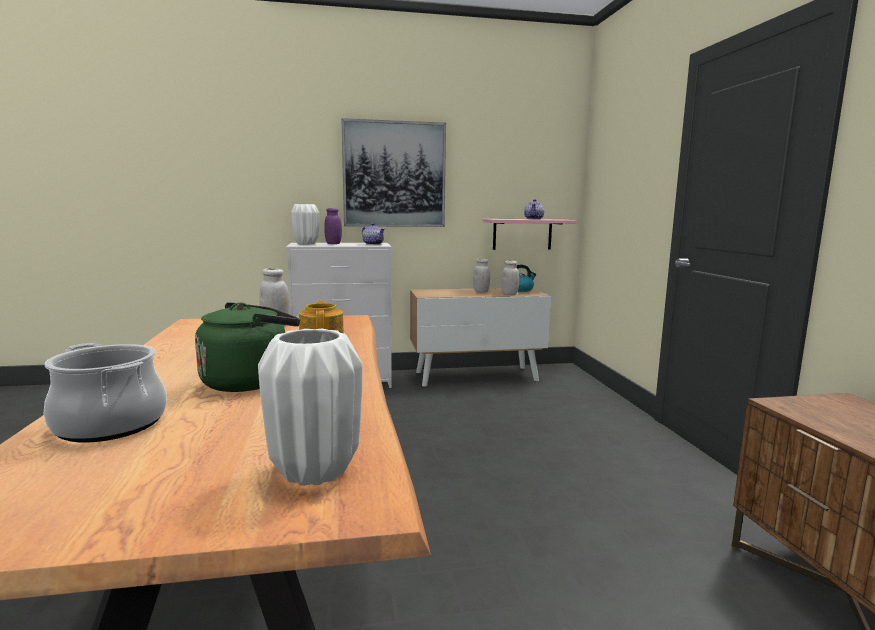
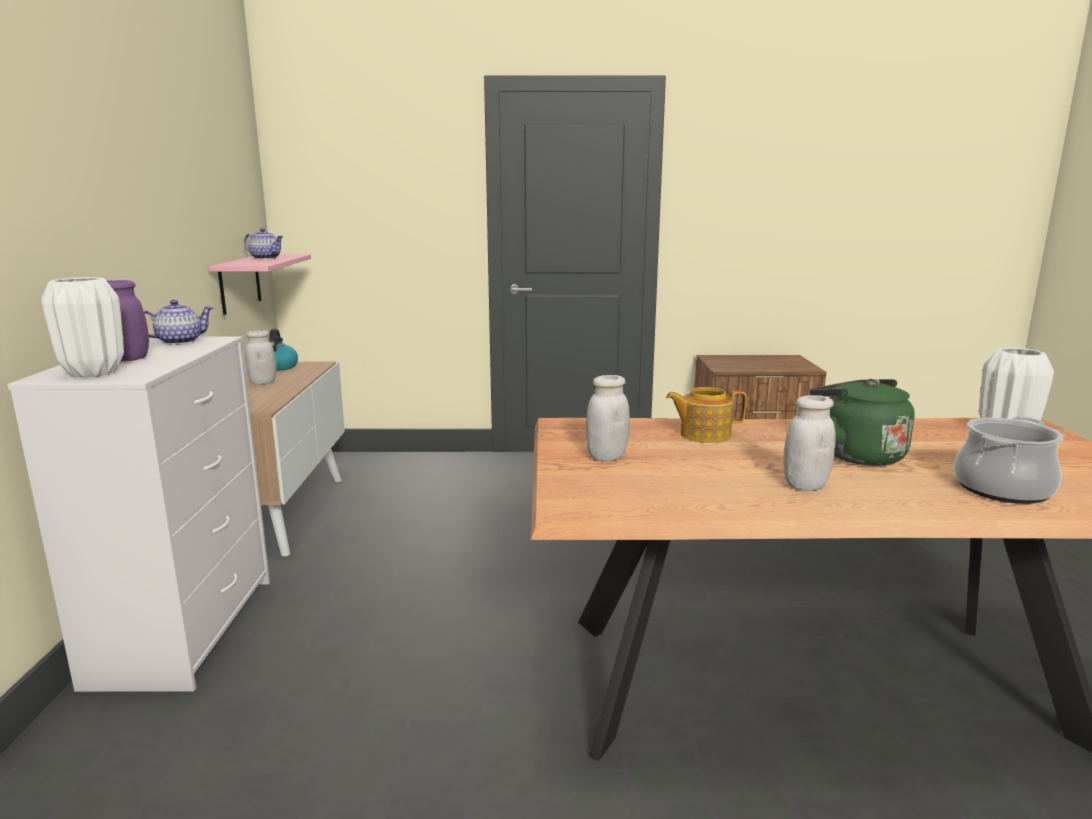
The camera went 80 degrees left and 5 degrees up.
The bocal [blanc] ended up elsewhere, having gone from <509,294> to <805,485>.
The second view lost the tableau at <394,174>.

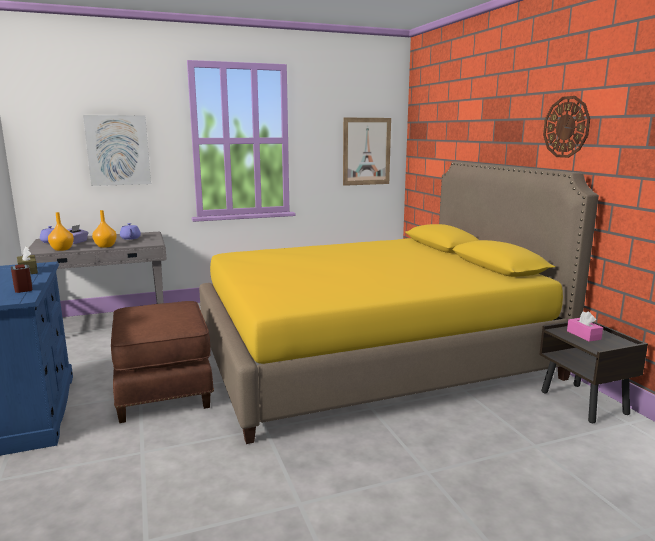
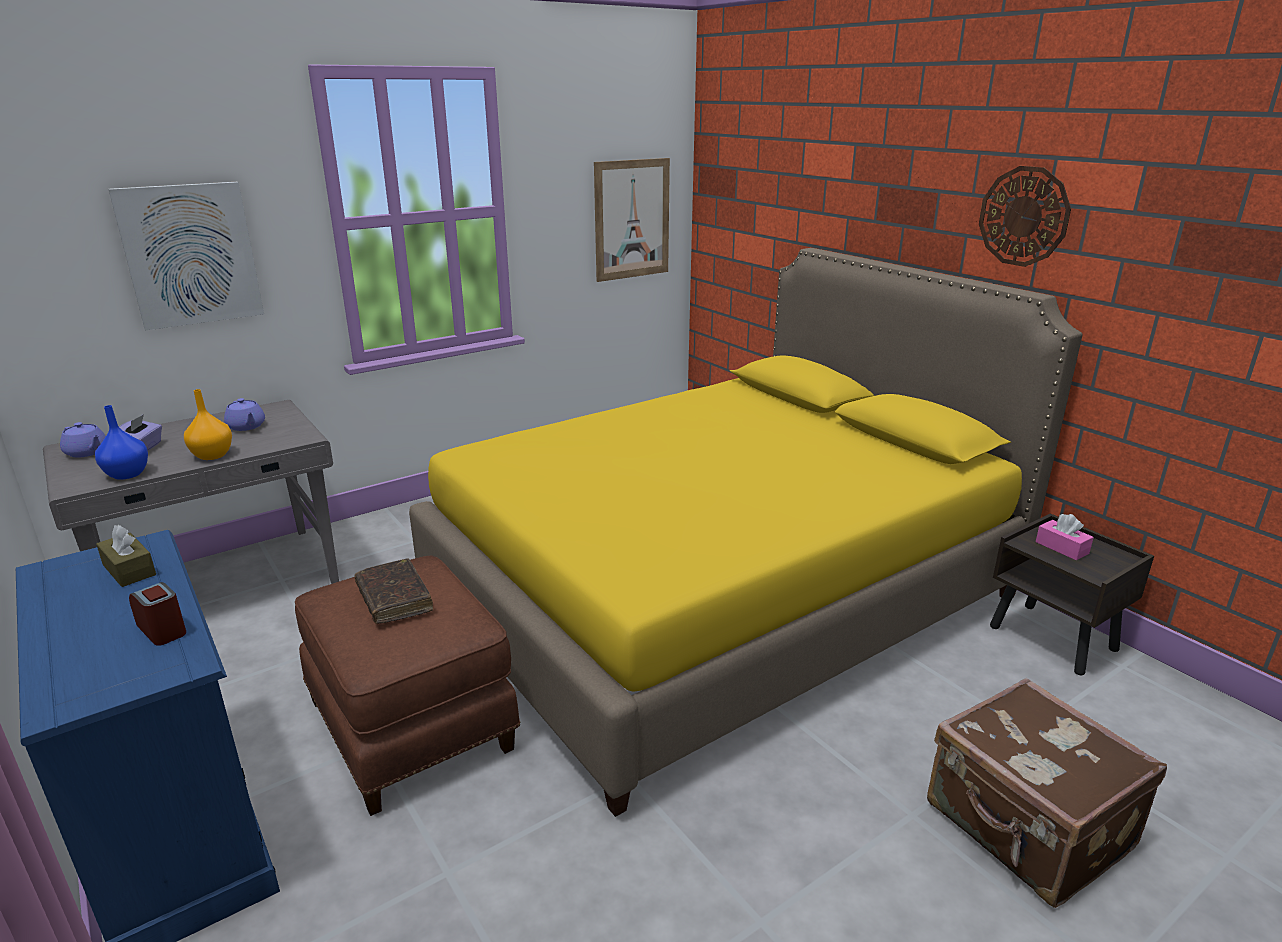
The camera went 15 degrees left and 10 degrees up.
What was the vase [orange] at <62,249> turned into the vase [bleu] at <128,474>.
The second view gained the livre [marron] at <394,599>.
The second view gained the valise [marron] at <1026,828>.

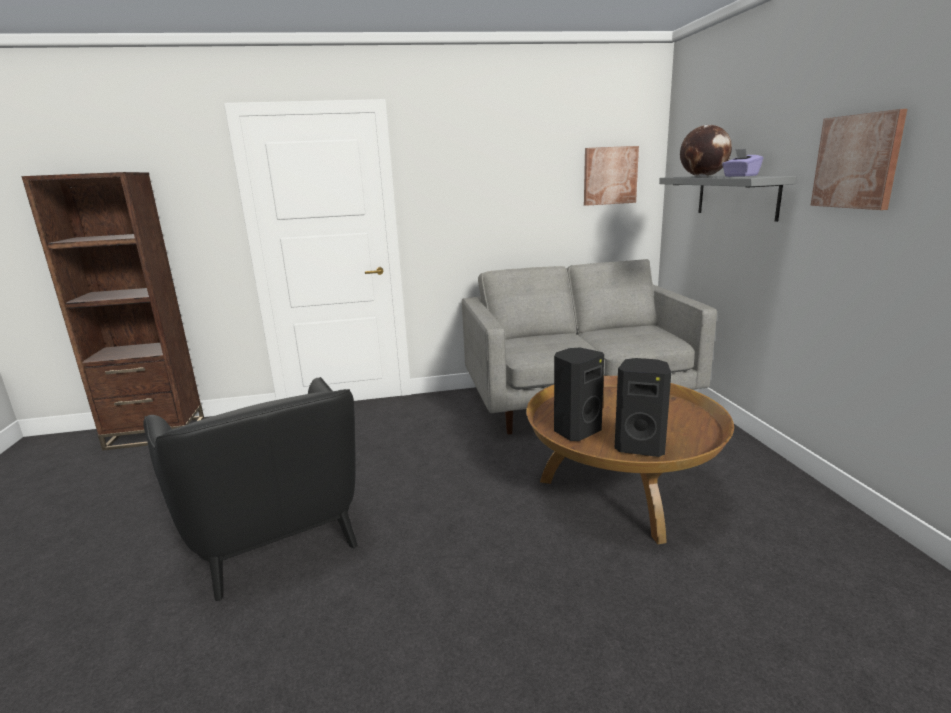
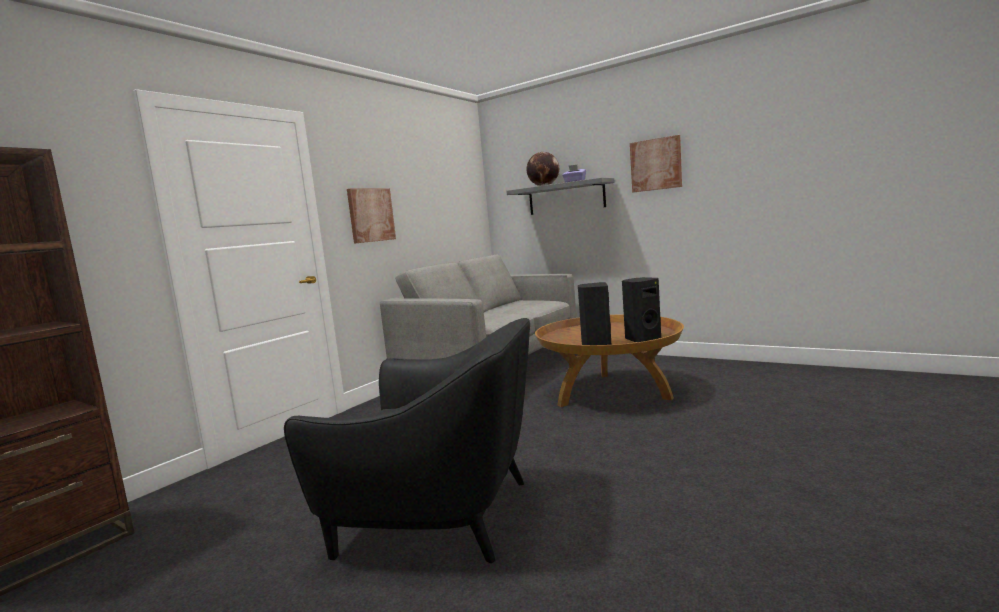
The camera went 45 degrees left and 10 degrees down.
The tableau ended up elsewhere, having gone from <610,175> to <370,215>.

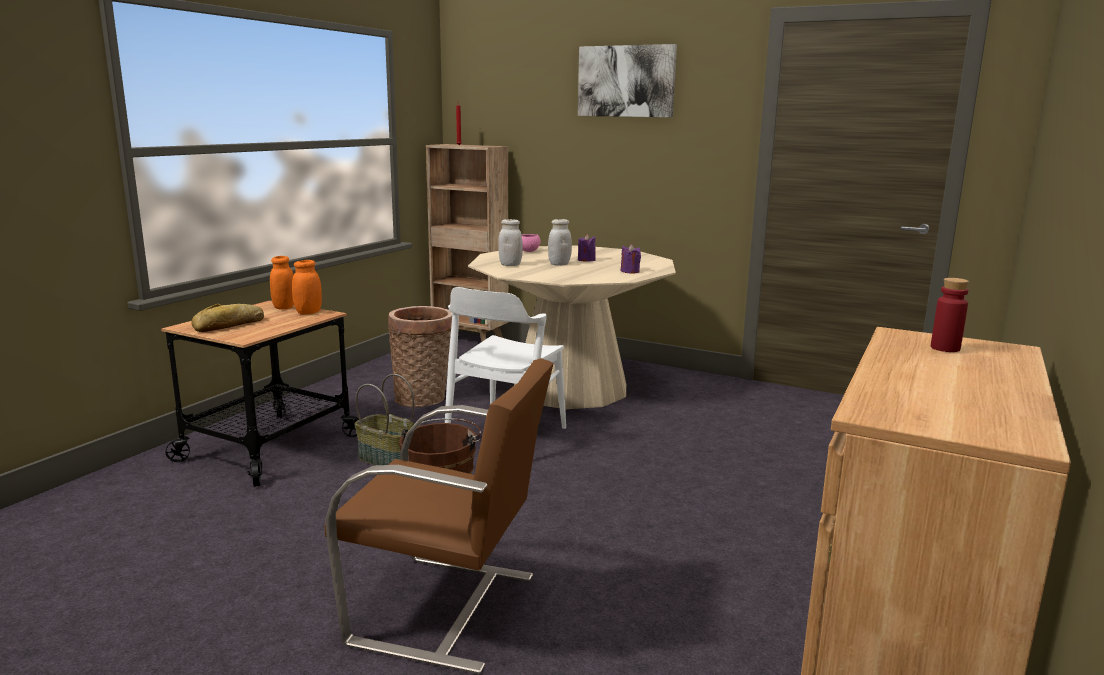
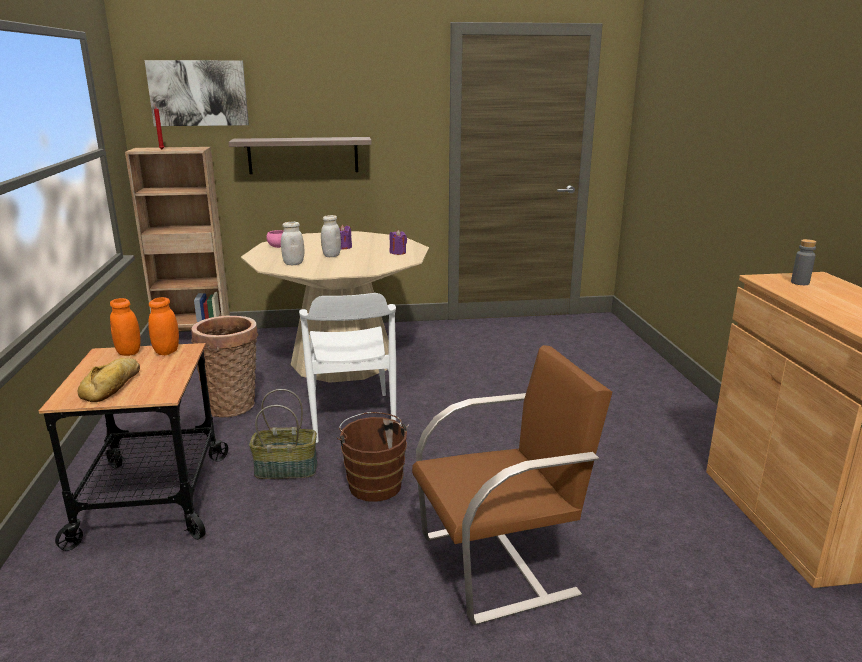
The camera went 35 degrees left and 5 degrees up.
The tableau ended up elsewhere, having gone from <626,81> to <198,93>.
The second view gained the étagère at <303,155>.
What was the bouteille [rouge] at <945,348> turned into the bouteille [gris] at <800,283>.

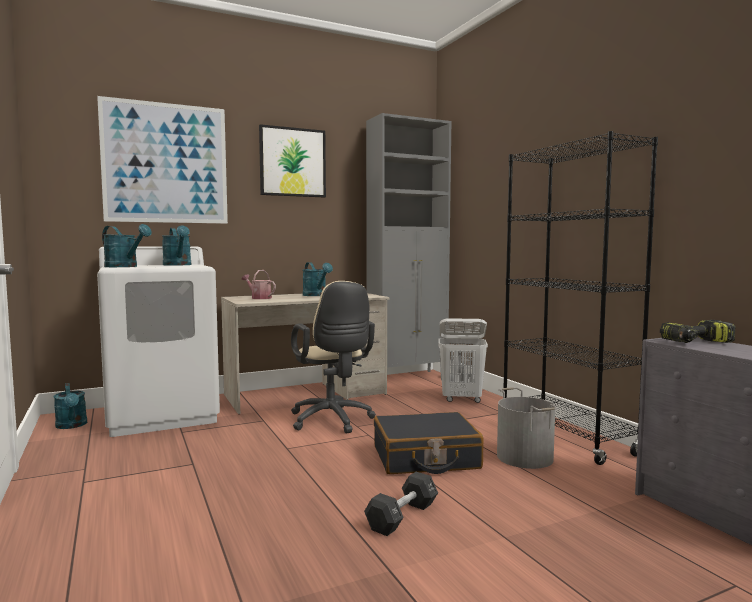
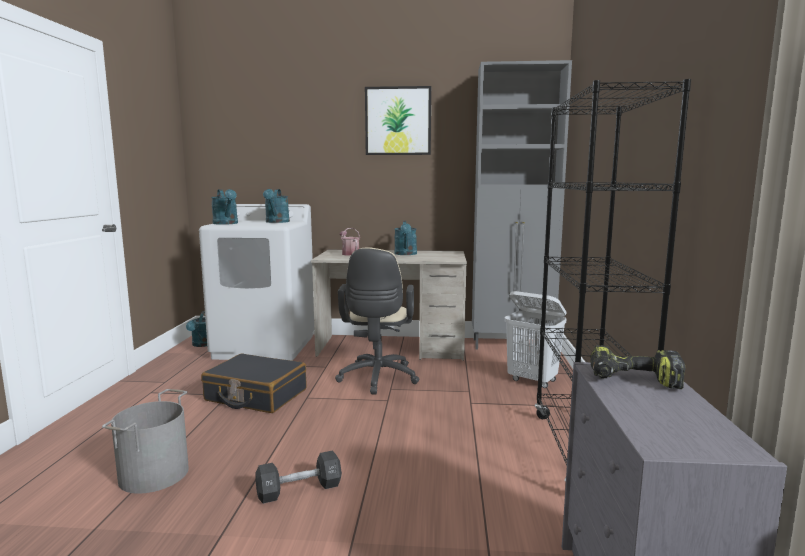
The camera went 30 degrees right and 5 degrees up.
The seau [gris] ended up elsewhere, having gone from <525,457> to <155,474>.
The valise [noir] ended up elsewhere, having gone from <425,458> to <256,395>.
The second view lost the tableau at <166,163>.

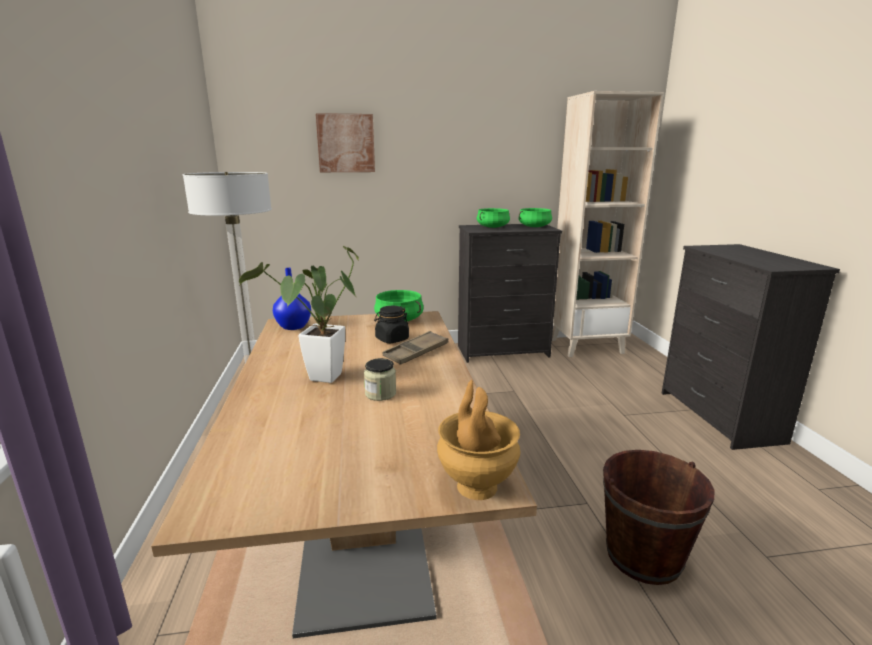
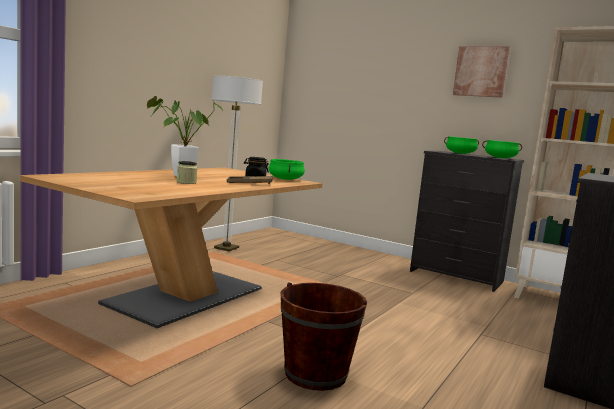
The camera went 40 degrees right and 10 degrees down.
The tableau ended up elsewhere, having gone from <346,143> to <481,71>.
The second view lost the vase [bleu] at <294,326>.
The second view lost the vase [marron] at <476,486>.

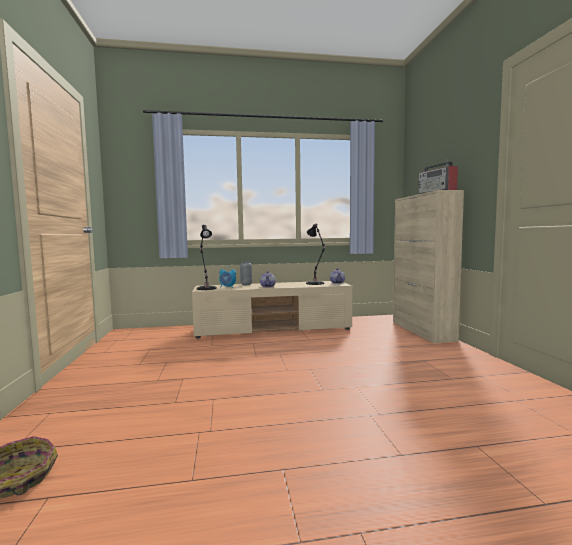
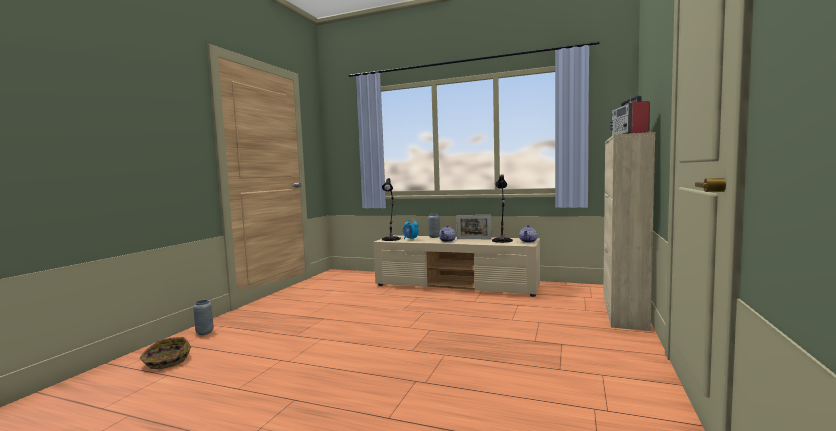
The camera went 30 degrees right and 0 degrees up.
The second view gained the vase [gris] at <204,332>.
The second view gained the cadre photo at <474,239>.

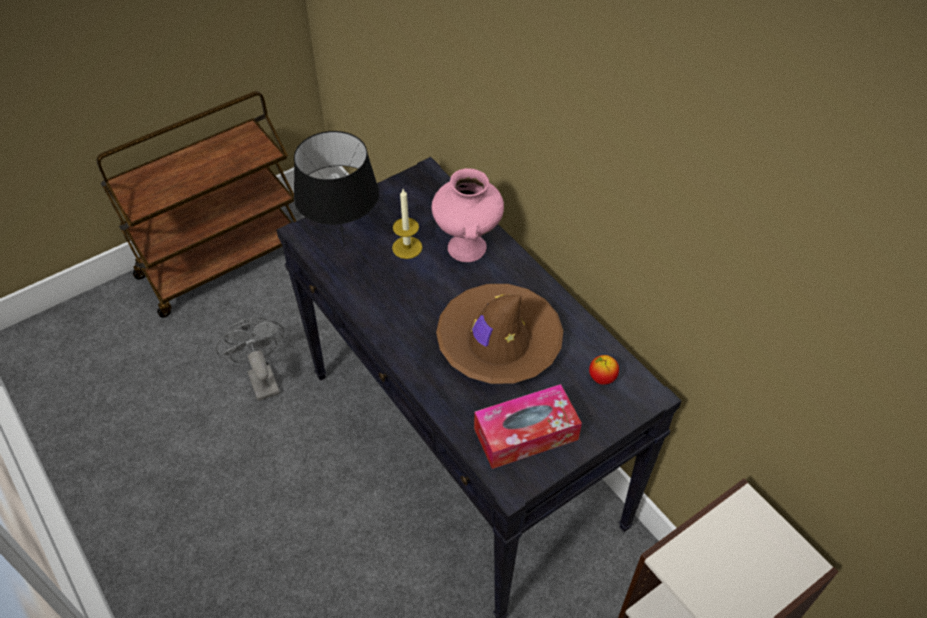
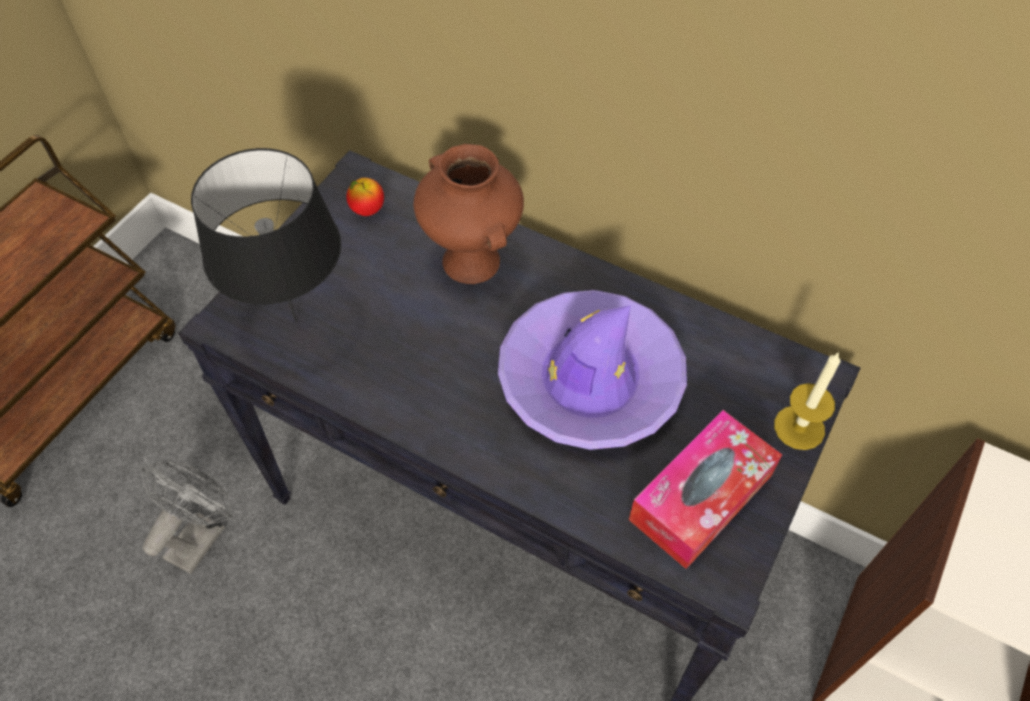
The camera went 25 degrees left and 5 degrees up.
The ventilateur [gris] at <261,378> ended up facing another way, 75 degrees clockwise from before.
The pomme ended up elsewhere, having gone from <602,378> to <367,210>.
What was the vase [rose] at <468,248> turned into the vase [marron] at <473,261>.
What was the chapeau [marron] at <499,342> turned into the chapeau [violet] at <590,380>.
The bougie ended up elsewhere, having gone from <407,247> to <799,427>.

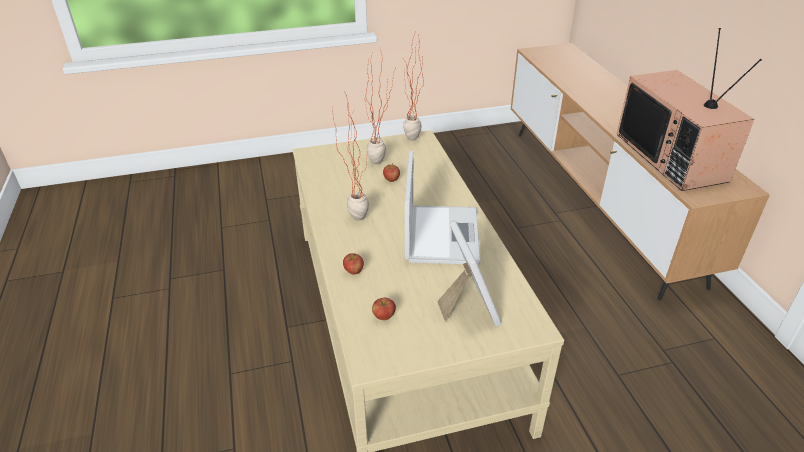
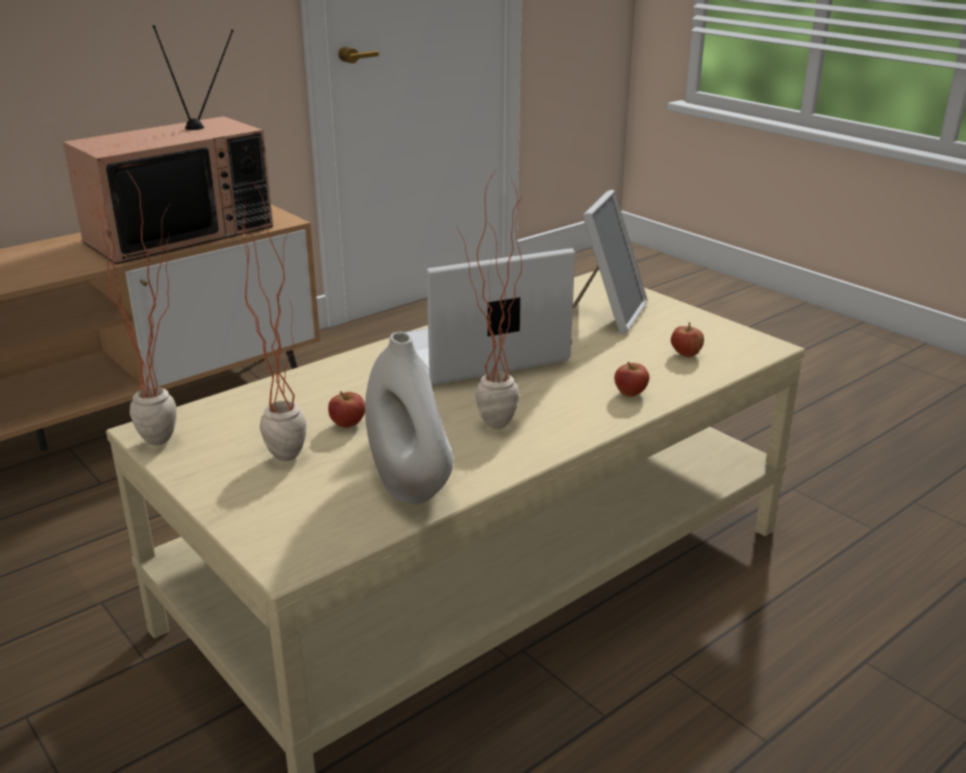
The camera went 115 degrees left and 10 degrees down.
The second view gained the vase [blanc] at <410,485>.
The cadre photo at <467,306> ended up facing another way, 150 degrees clockwise from before.

